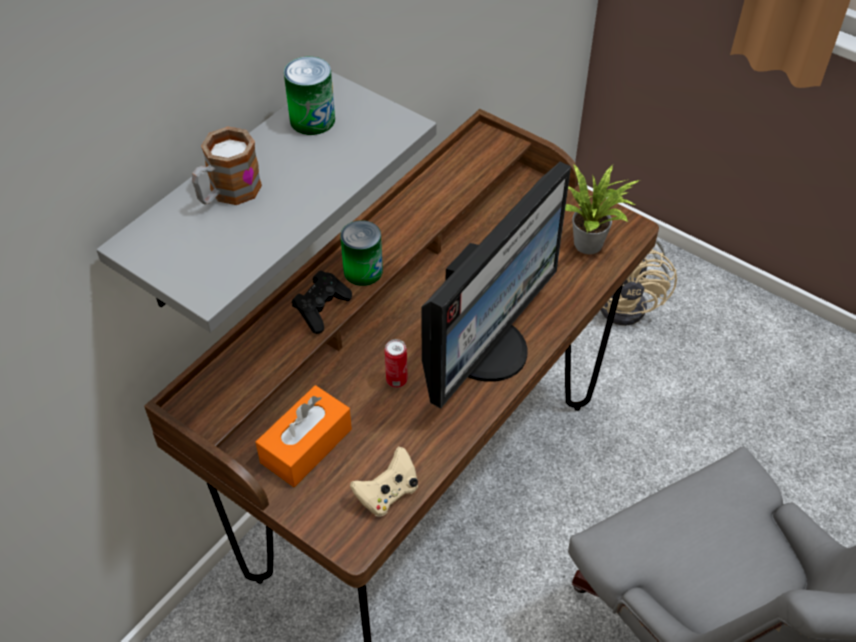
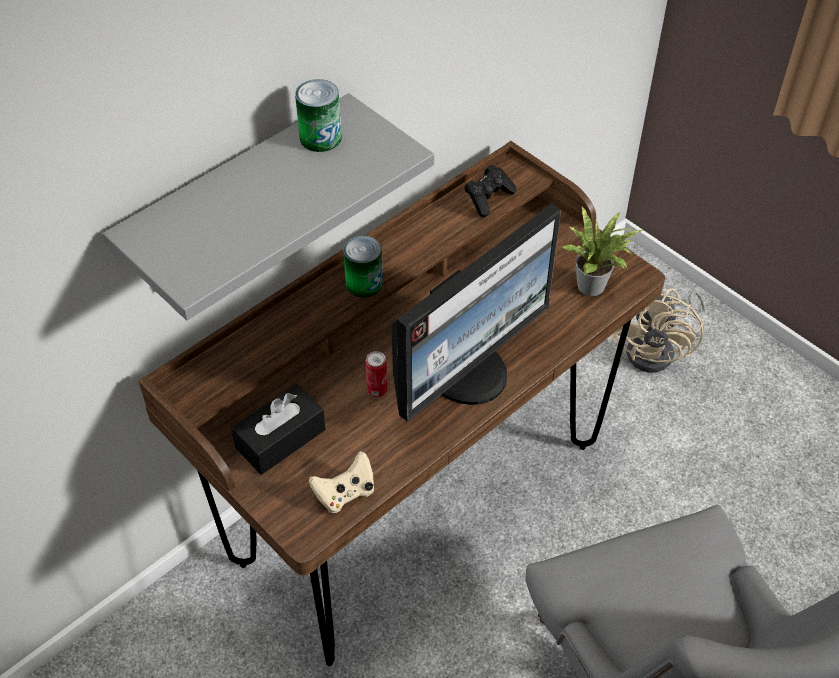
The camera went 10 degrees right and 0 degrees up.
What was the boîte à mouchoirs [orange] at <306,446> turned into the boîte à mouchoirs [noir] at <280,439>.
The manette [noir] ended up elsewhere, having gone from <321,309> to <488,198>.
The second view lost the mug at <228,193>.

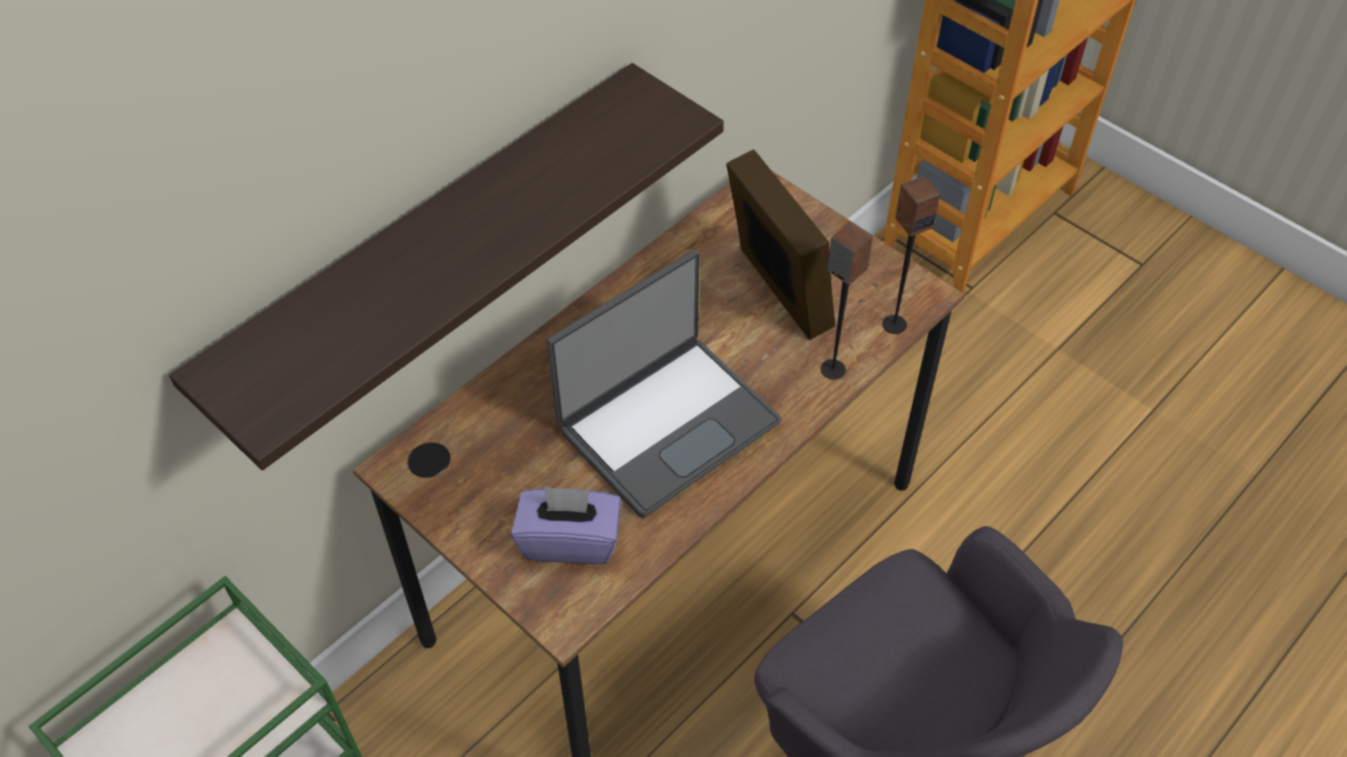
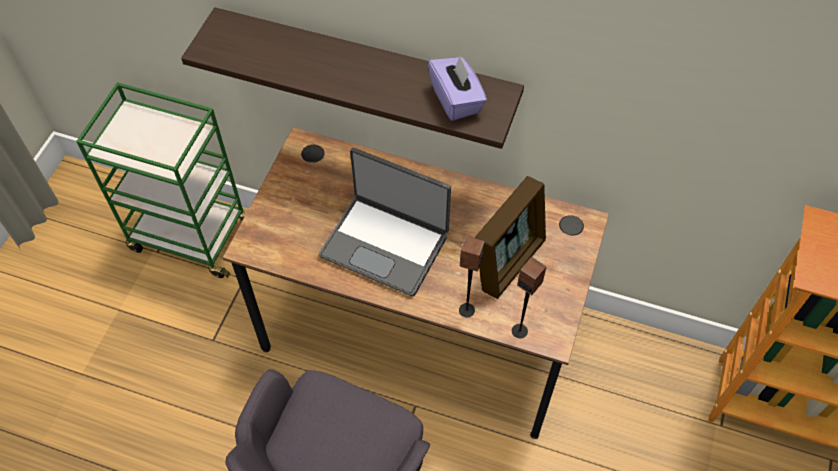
The camera went 65 degrees right and 5 degrees up.
The boîte à mouchoirs [violet] ended up elsewhere, having gone from <570,540> to <456,100>.

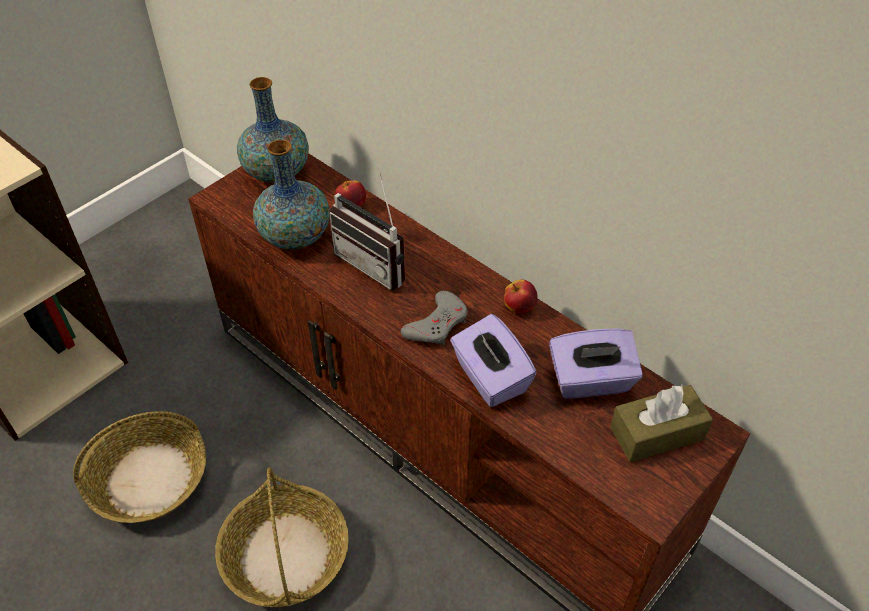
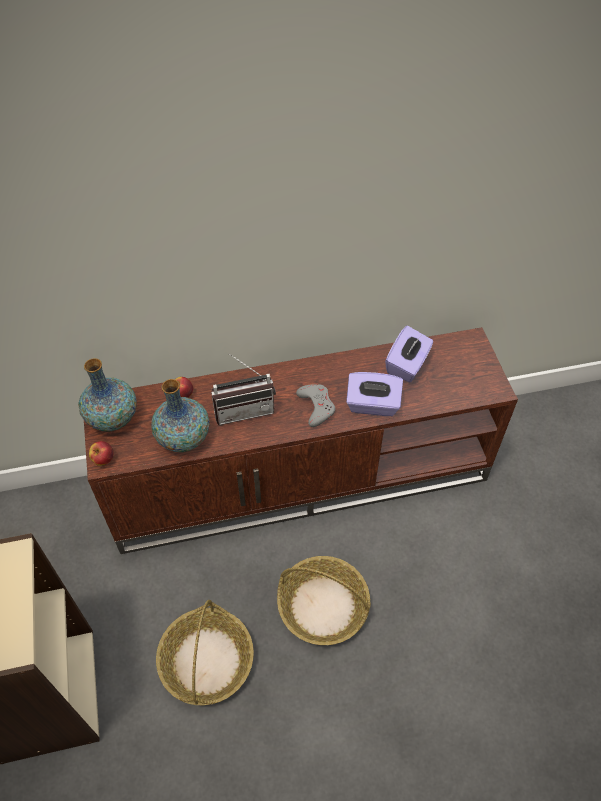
The camera went 55 degrees left and 5 degrees up.
The pomme ended up elsewhere, having gone from <519,307> to <103,459>.
The second view lost the boîte à mouchoirs [marron] at <657,433>.

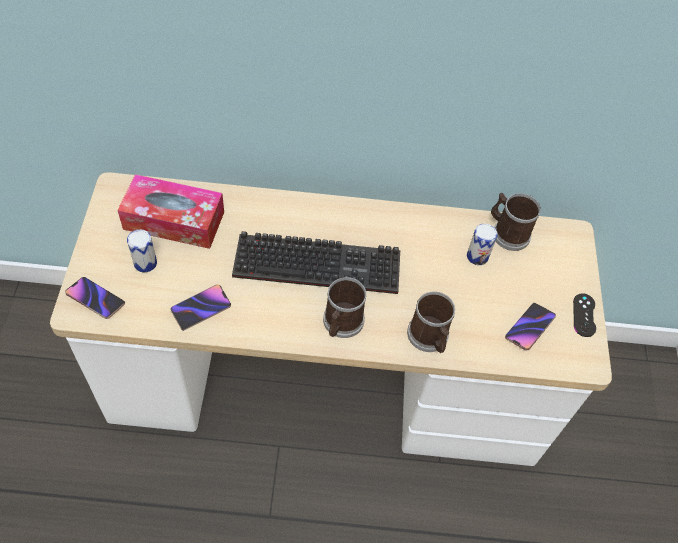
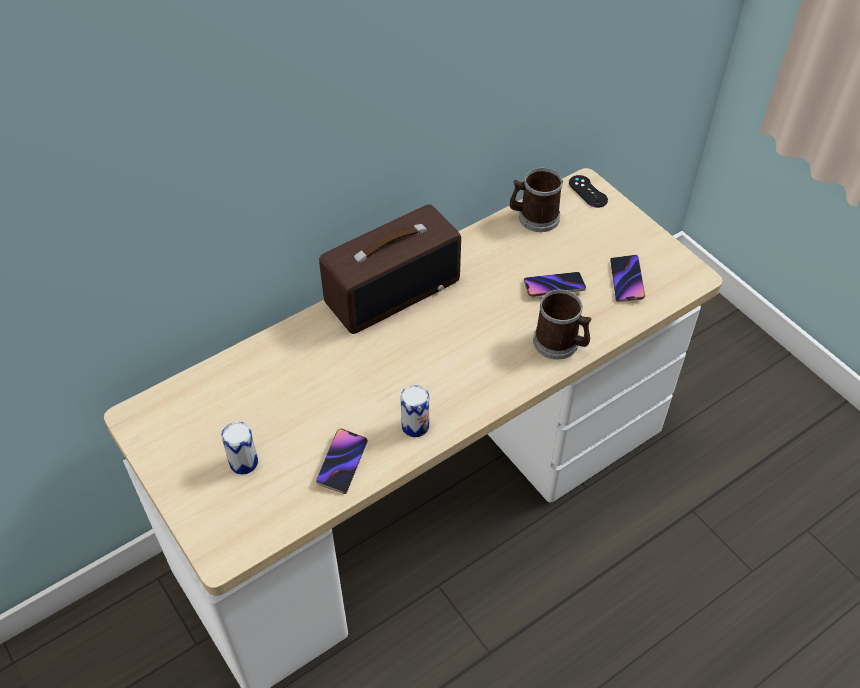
The camera went 35 degrees left and 5 degrees down.
The second view gained the radio at <392,290>.
The boîte métallique ended up elsewhere, having gone from <477,256> to <415,426>.
The téléphone ended up elsewhere, having gone from <95,299> to <554,287>.
The manette [noir] ended up elsewhere, having gone from <584,315> to <588,191>.
The second view lost the boîte à mouchoirs at <174,220>.
The second view lost the clavier at <320,263>.
The second view lost the mug at <341,324>.

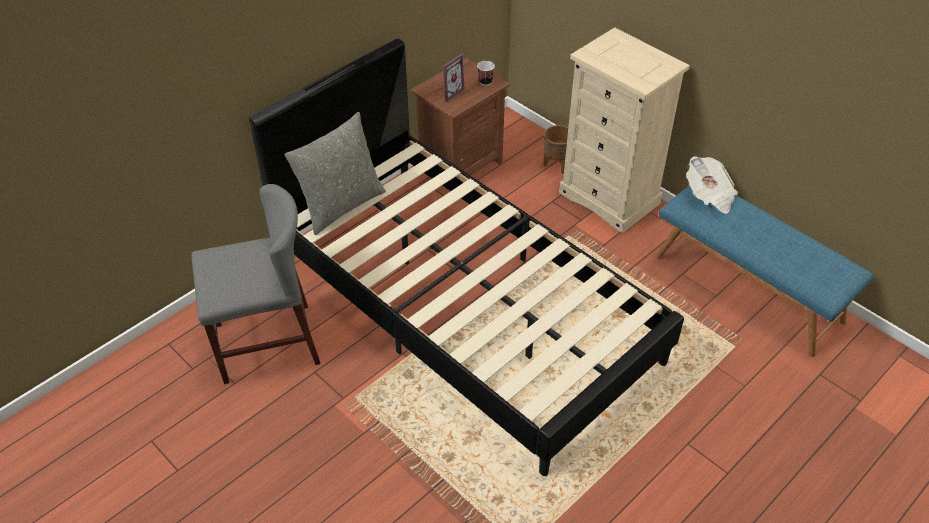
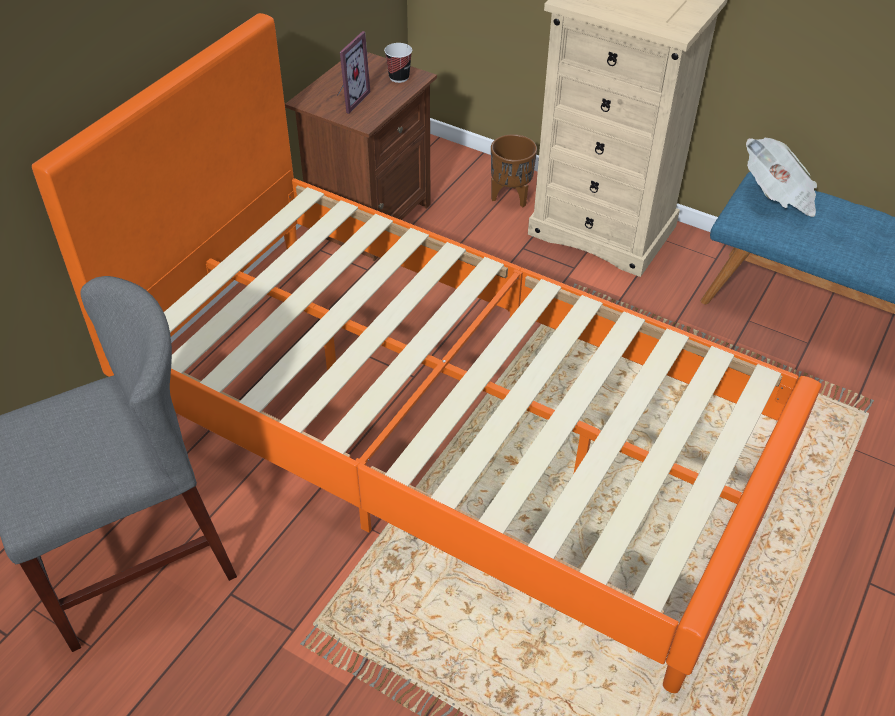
The camera went 15 degrees left and 0 degrees up.
What was the lit [noir] at <464,306> turned into the lit [orange] at <445,430>.
The second view lost the coussin [gris] at <341,205>.

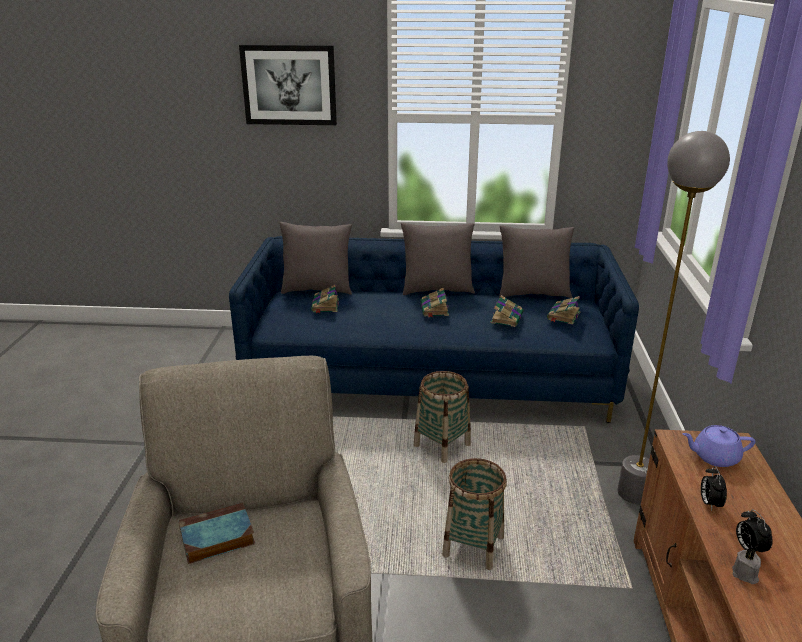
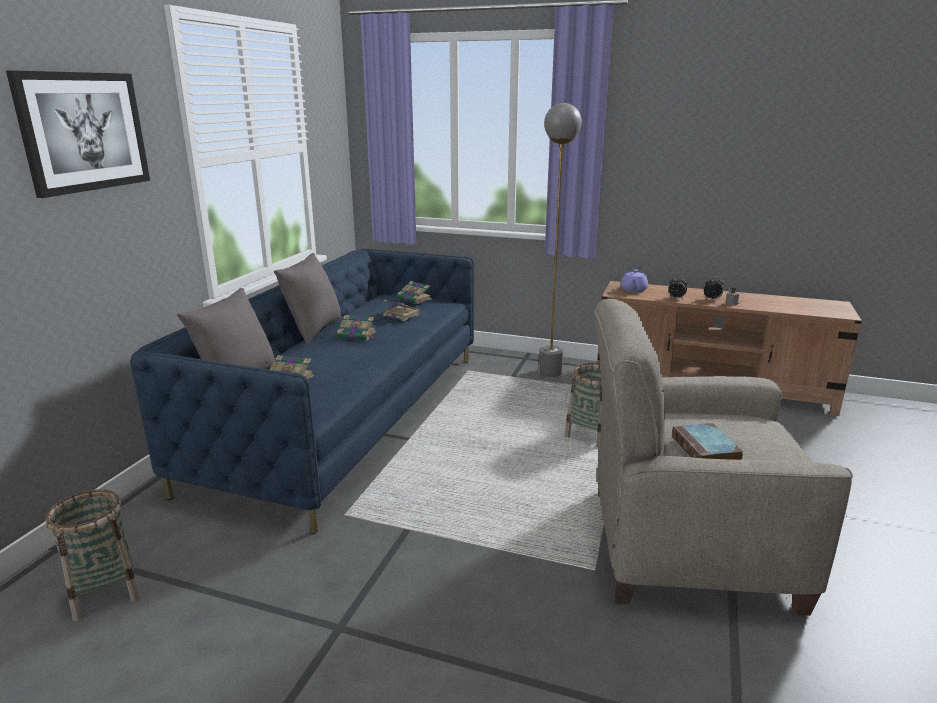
The camera went 75 degrees left and 5 degrees down.
The panier ended up elsewhere, having gone from <442,445> to <105,592>.
The second view lost the coussin [gris] at <533,294>.

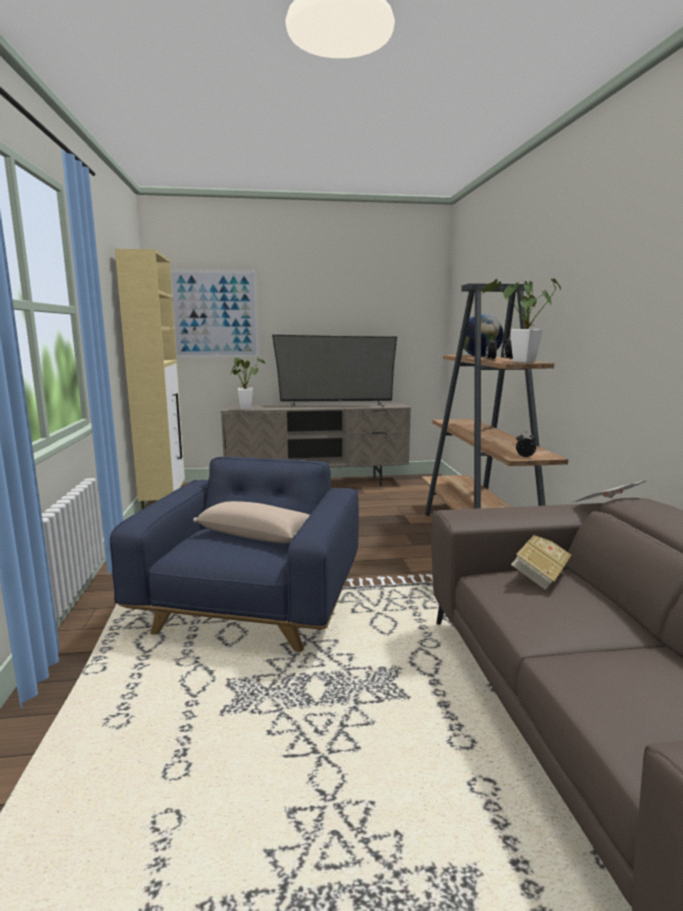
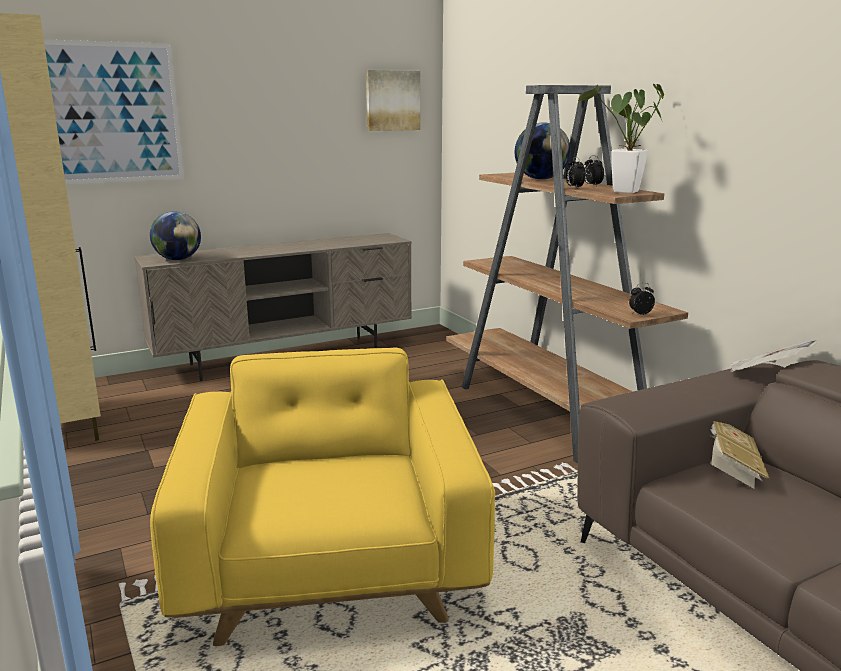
The camera went 20 degrees left and 5 degrees up.
Where the plante en pot stood at <246,408>, the globe came to stand at <178,259>.
What was the fauteuil [bleu] at <252,604> turned into the fauteuil [jaune] at <330,565>.
The second view gained the tableau at <392,100>.
The second view lost the coussin [beige] at <258,535>.
The second view lost the téléviseur at <336,405>.

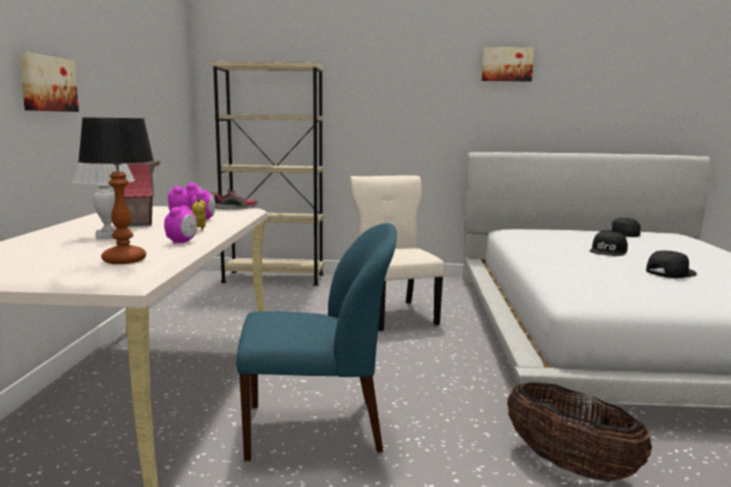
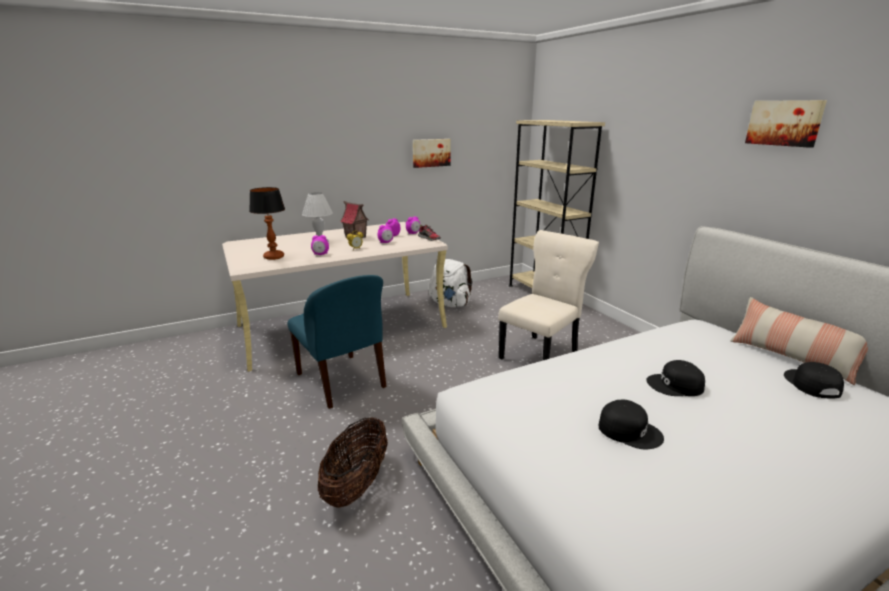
The camera went 60 degrees right and 10 degrees up.
The tableau ended up elsewhere, having gone from <47,84> to <431,152>.
The second view gained the sac à dos [blanc] at <450,304>.
The second view gained the coussin at <791,358>.

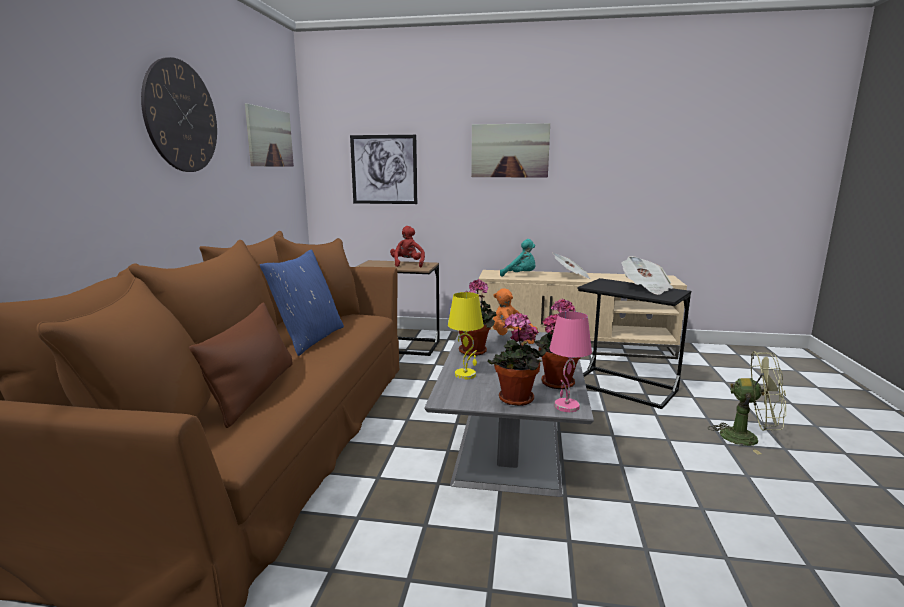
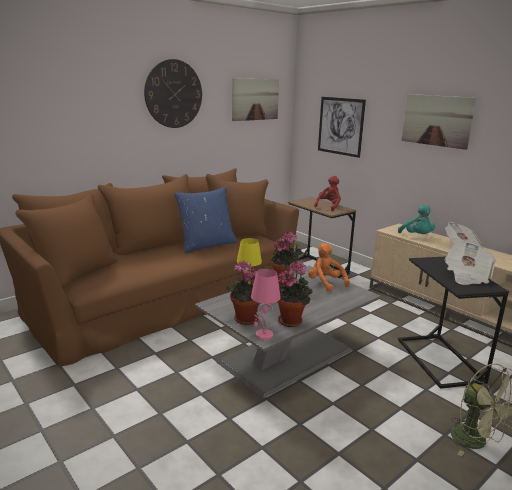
The camera went 40 degrees right and 5 degrees up.
The second view lost the coussin [marron] at <254,392>.

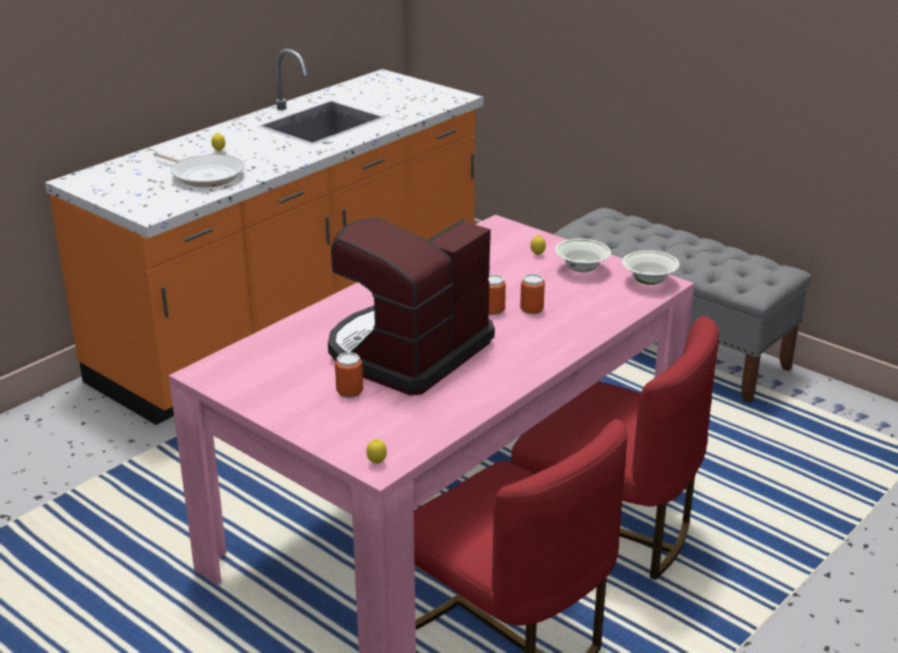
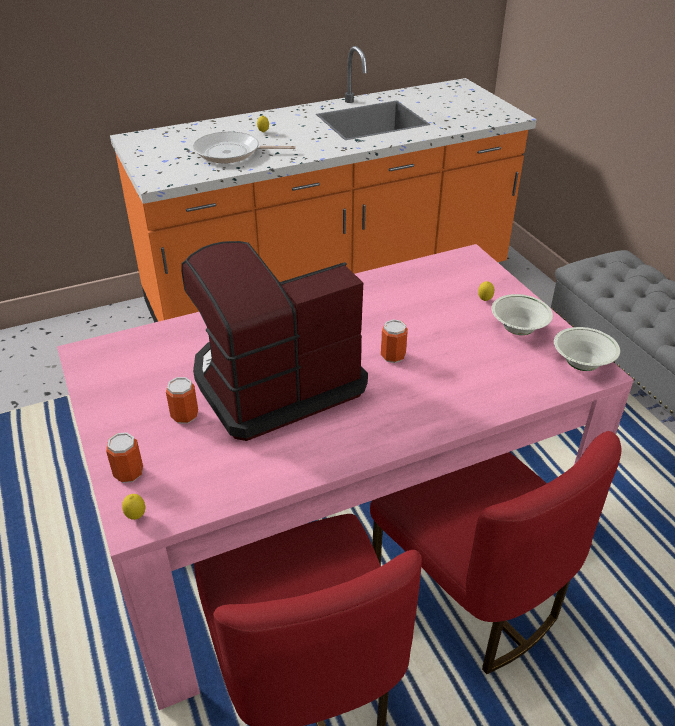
The camera went 25 degrees right and 10 degrees up.
The boîte métallique ended up elsewhere, having gone from <531,309> to <128,473>.
The poêle at <205,175> ended up facing another way, 120 degrees clockwise from before.

